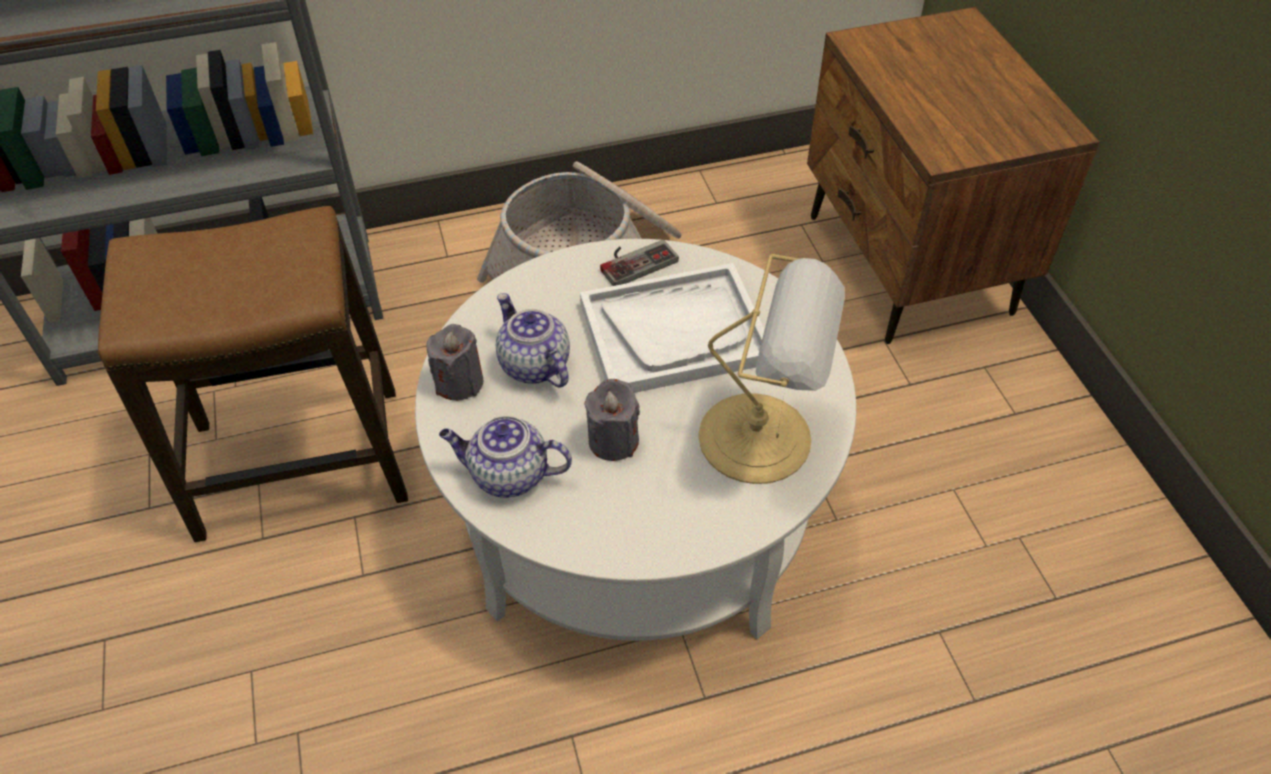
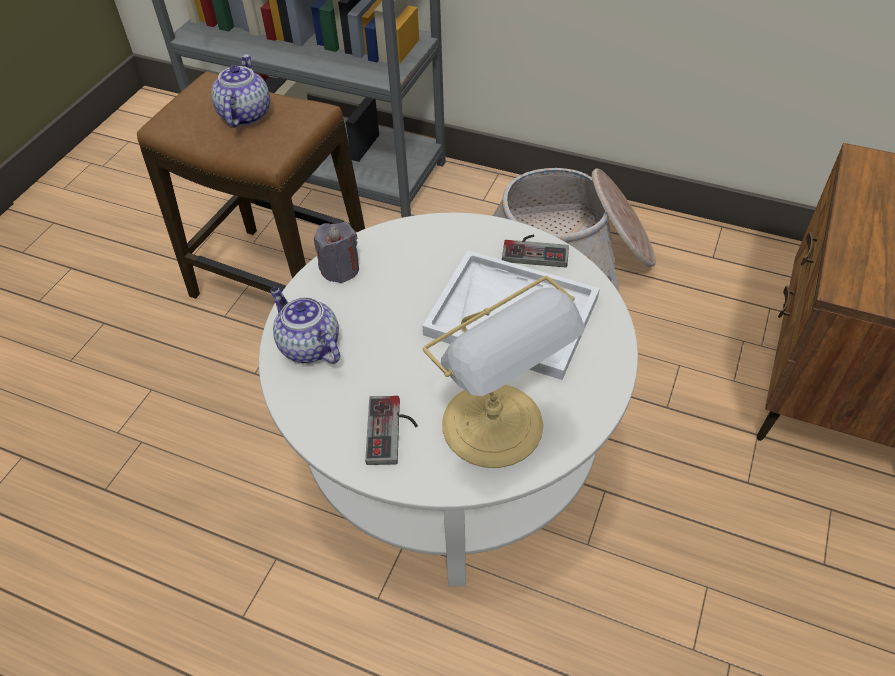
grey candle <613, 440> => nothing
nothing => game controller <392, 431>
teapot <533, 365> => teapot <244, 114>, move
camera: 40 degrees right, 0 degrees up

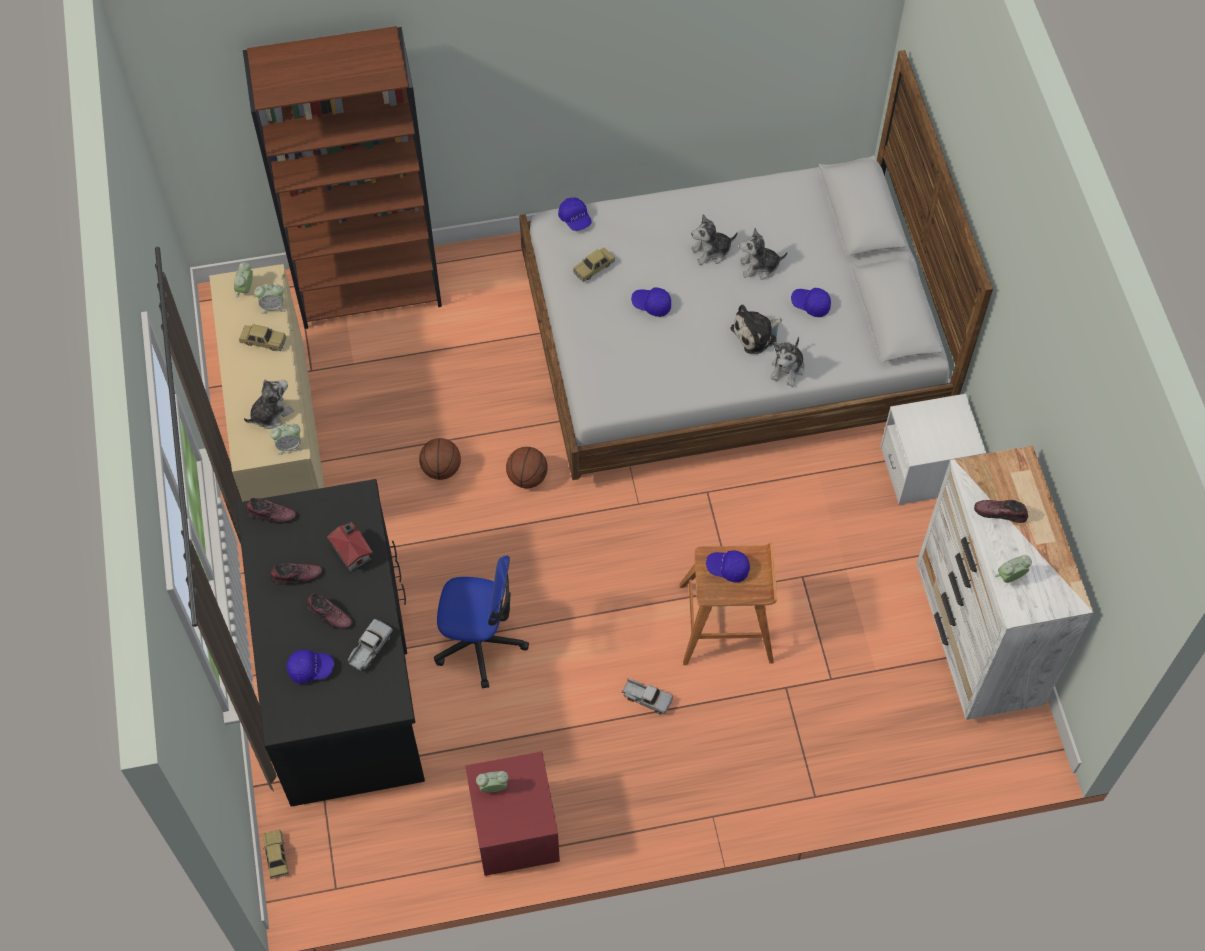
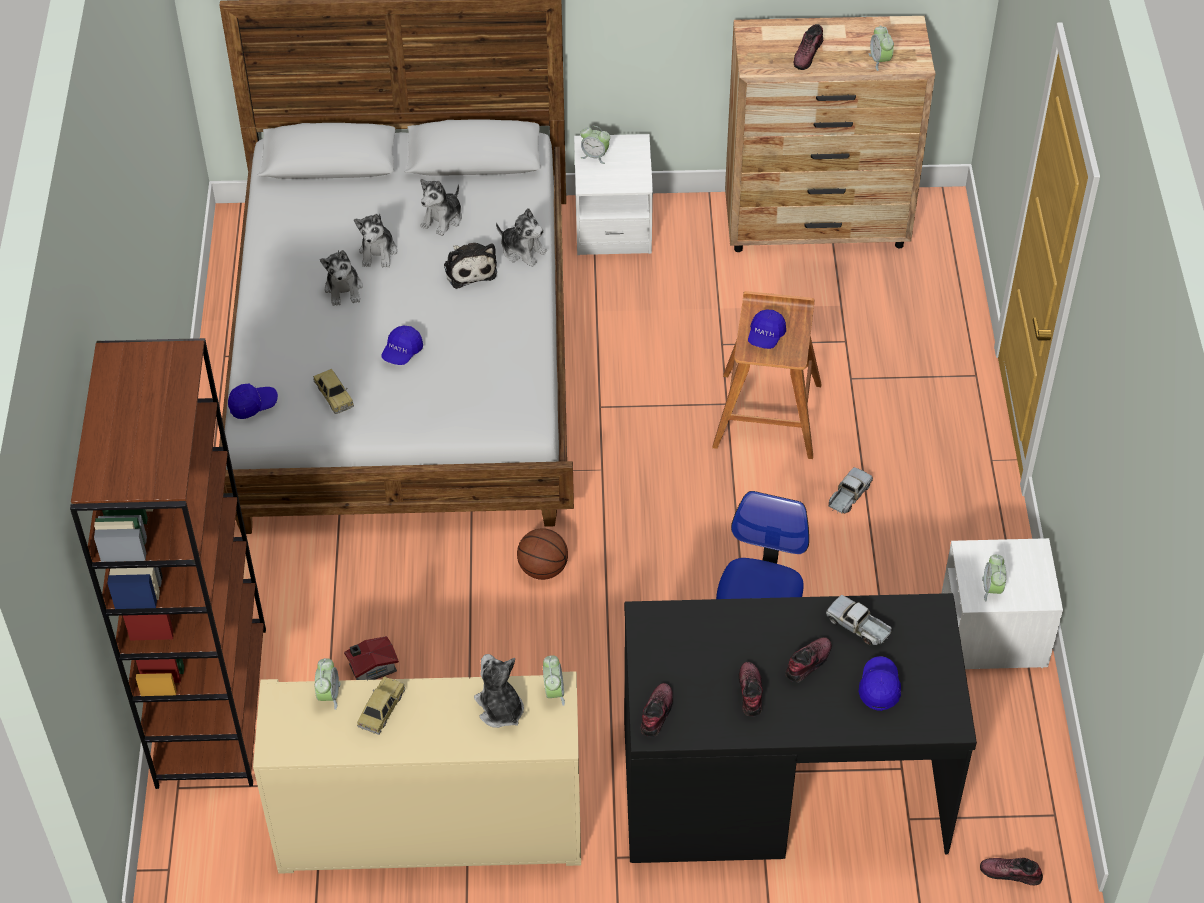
basketball <441, 469> => nothing
alarm clock <245, 289> => alarm clock <595, 156>, move
toy house <352, 551> => toy house <371, 667>, move
toy car <276, 856> => shoe <1011, 874>
blue cap <810, 305> => plush toy <443, 219>
red nightstand <515, 829> => white nightstand <993, 633>
white dresser <976, 639> => brown dresser <817, 225>
camera: 80 degrees left, 10 degrees down

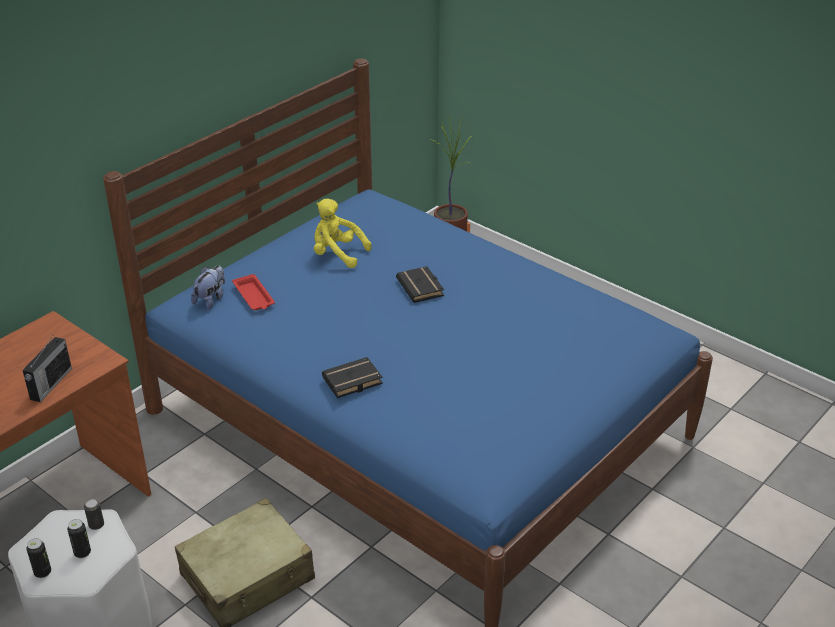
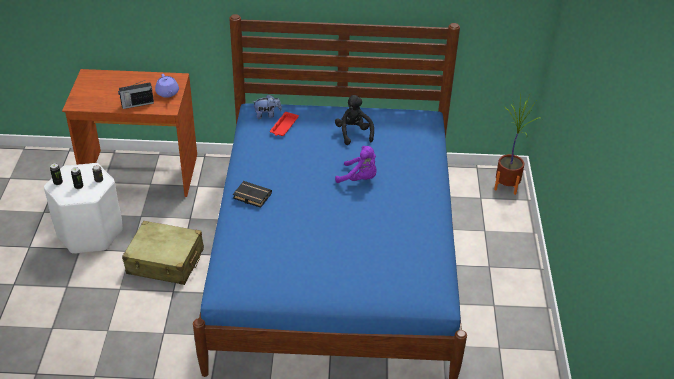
nothing => purple teapot <167, 93>
black book <422, 288> => purple plush toy <359, 179>
yellow plush toy <337, 254> => black plush toy <353, 133>
camera: 50 degrees right, 5 degrees up

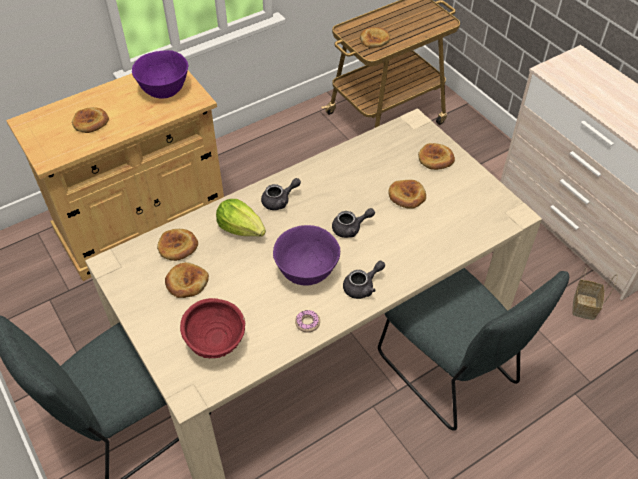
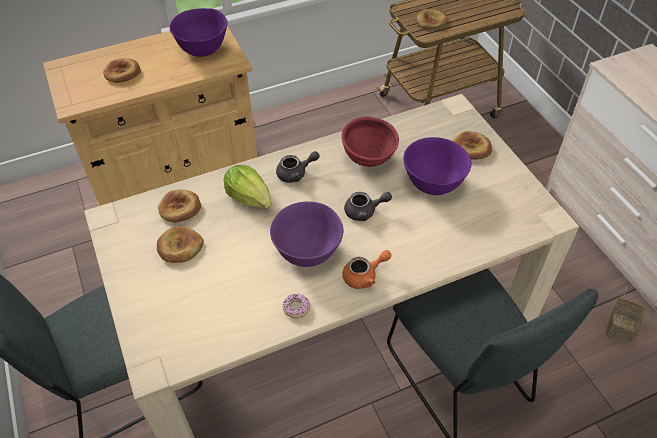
red bowl <216, 344> => red bowl <368, 160>, move
bread <407, 196> => purple bowl <432, 184>
grey teapot <362, 286> => orange teapot <364, 276>
camera: 10 degrees right, 0 degrees up

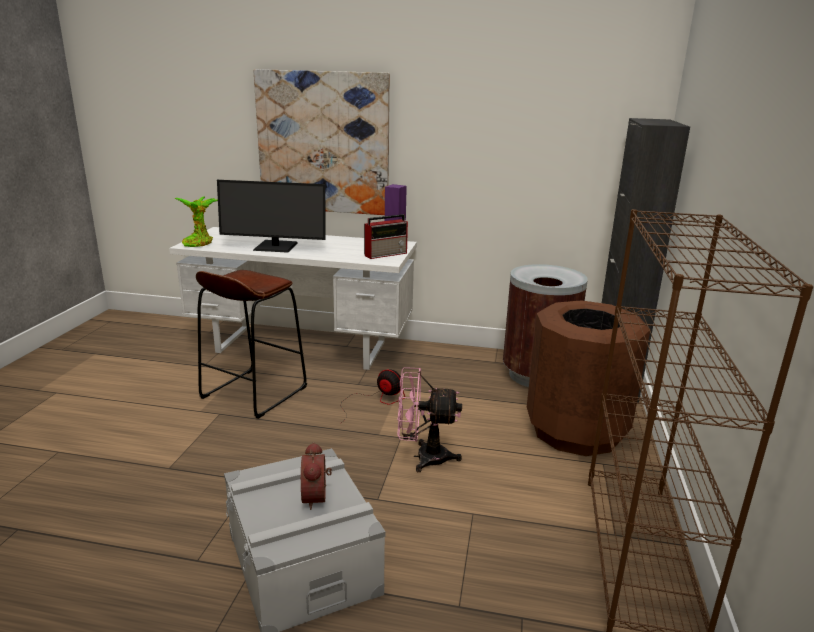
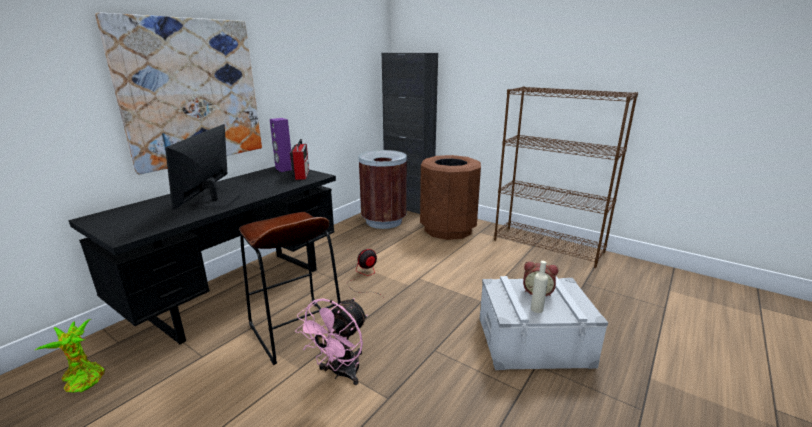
nothing => beige bottle <536, 309>
potted plant <199, 243> => potted plant <83, 378>, move
pink fan <423, 457> => pink fan <340, 373>, move
white desk <303, 347> => black desk <239, 290>
monitor <275, 247> => monitor <214, 202>, 150 degrees clockwise
camera: 65 degrees left, 0 degrees up

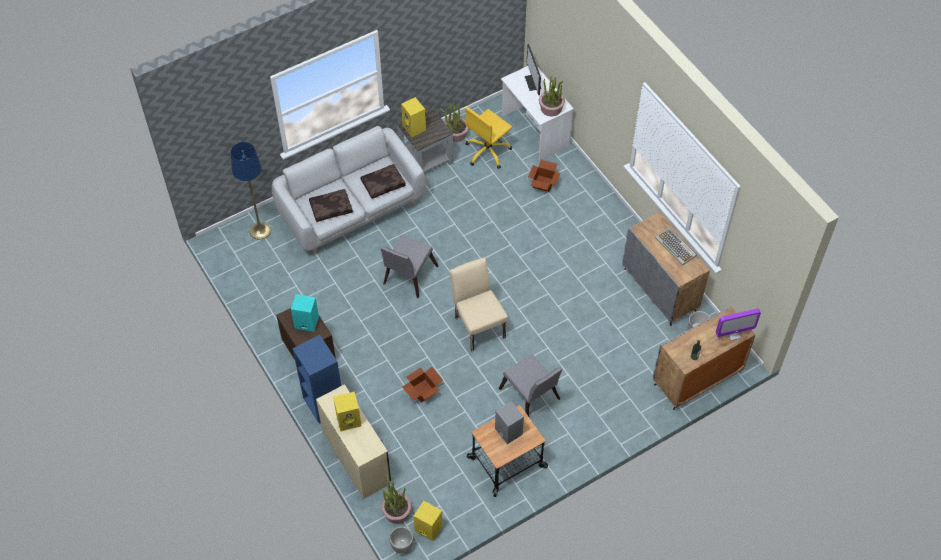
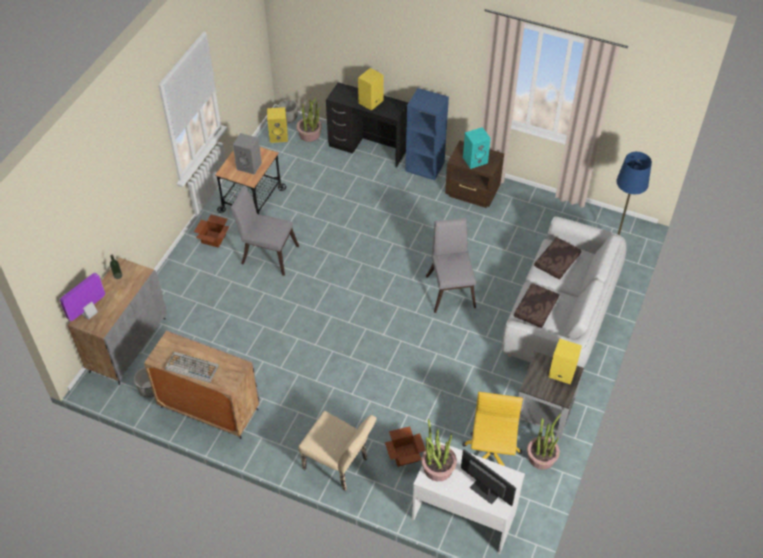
cardboard box <422, 391> => cardboard box <214, 238>, move
beige chair <478, 324> => beige chair <339, 466>, move
beige desk <357, 457> => black desk <367, 149>
camera: 145 degrees right, 5 degrees down

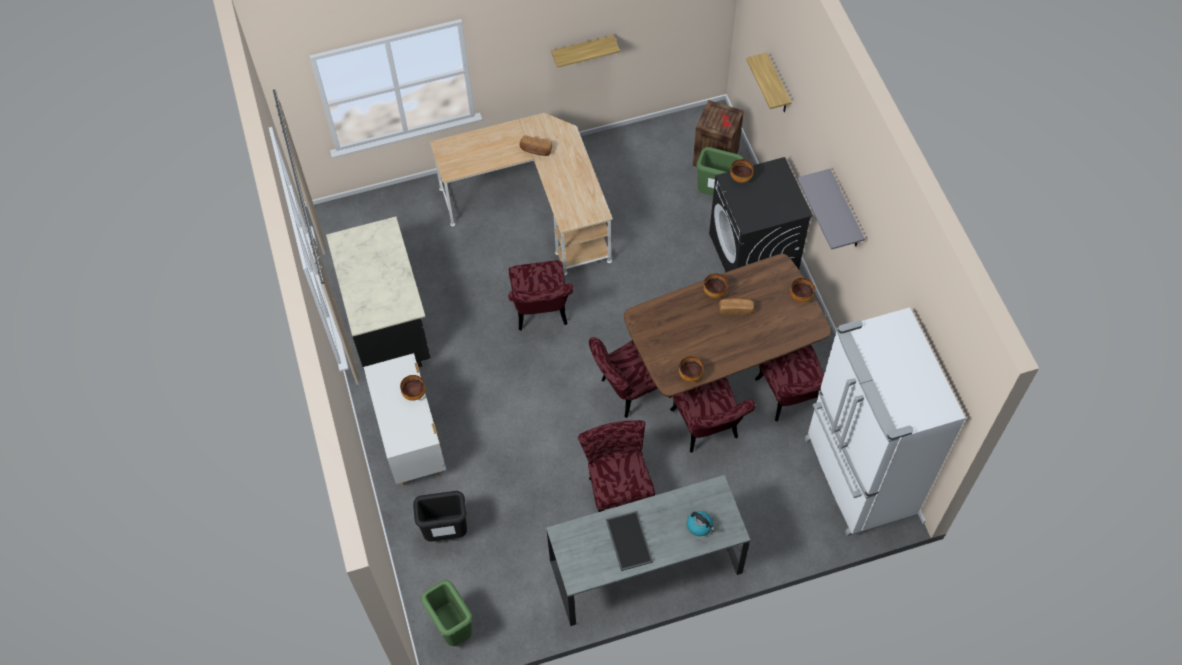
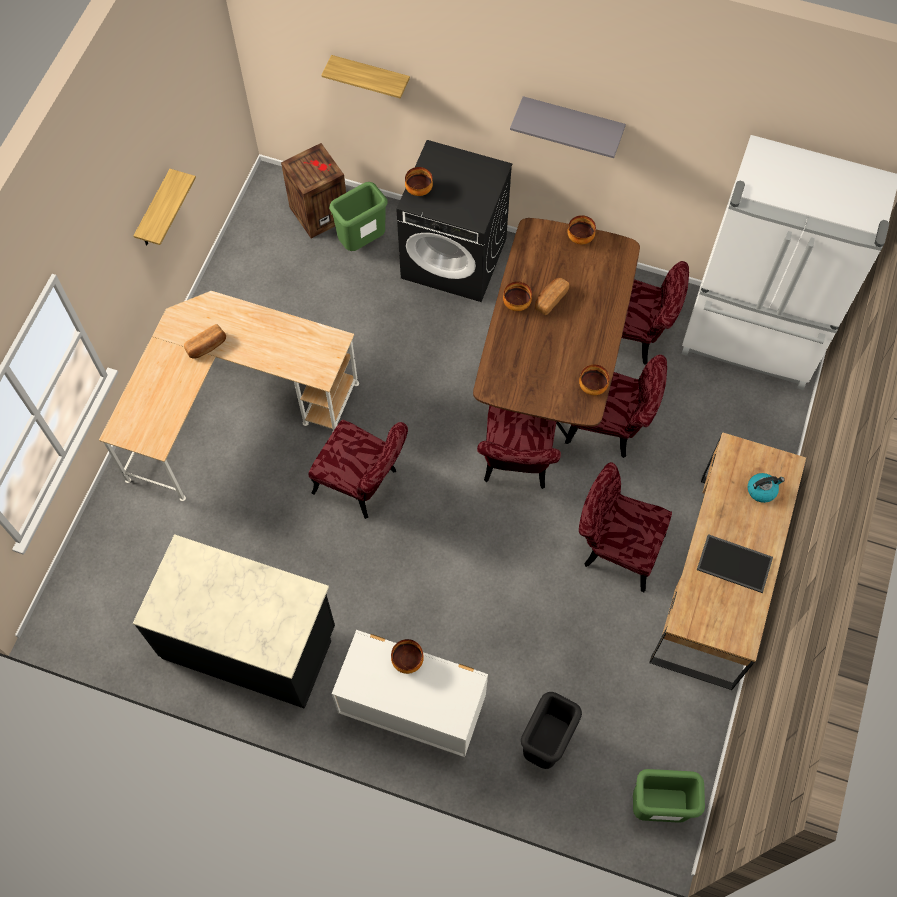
grey desk <645, 567> => brown desk <716, 579>
camera: 55 degrees left, 5 degrees up

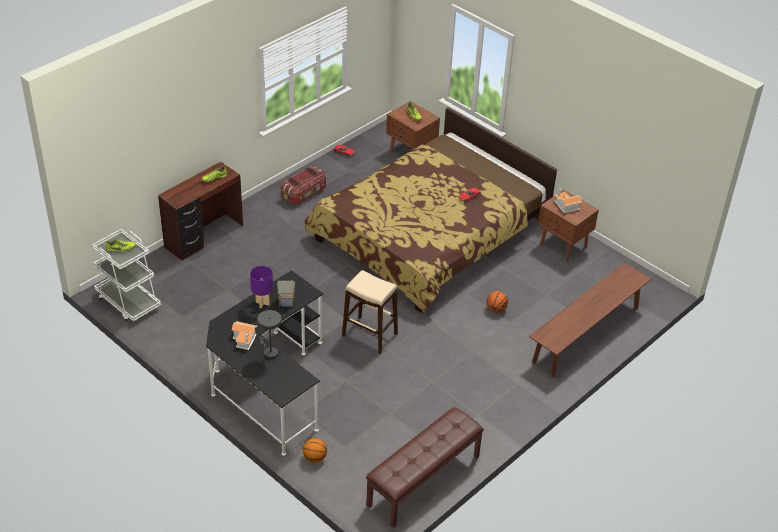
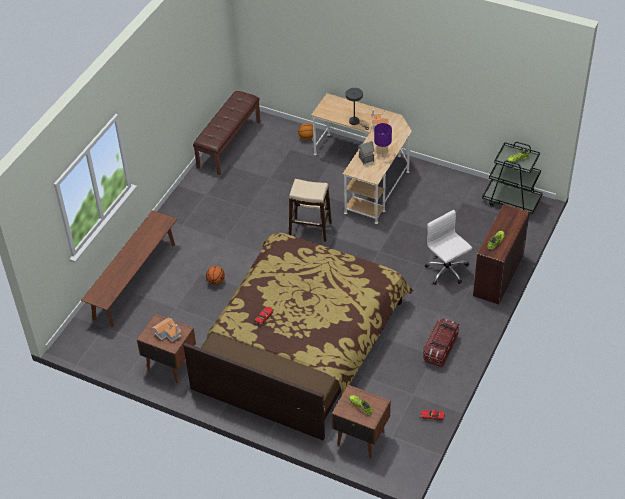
nothing => white office chair <447, 271>
white cart <128, 302> => black cart <512, 201>
black desk <267, 383> => beige desk <366, 173>
camera: 165 degrees right, 5 degrees up

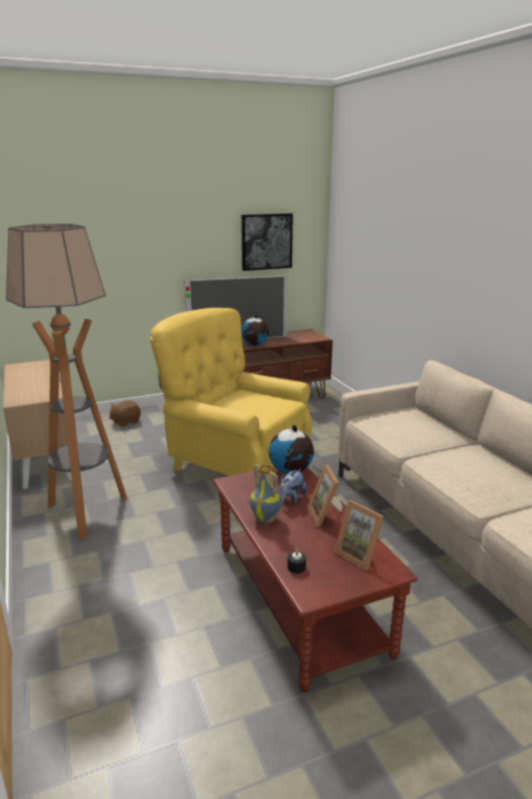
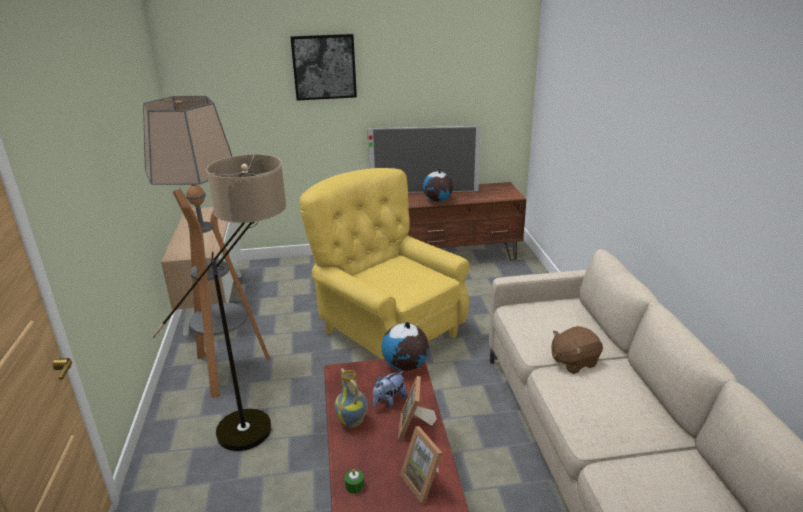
nothing => floor lamp <264, 421>
brown plush toy <125, 422> => brown plush toy <573, 362>, move
picture <266, 241> => picture <324, 67>, move
black candle <296, 567> => green candle <354, 485>
camera: 15 degrees right, 5 degrees up

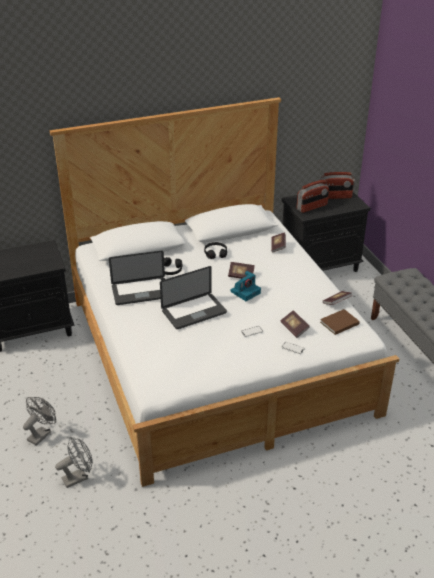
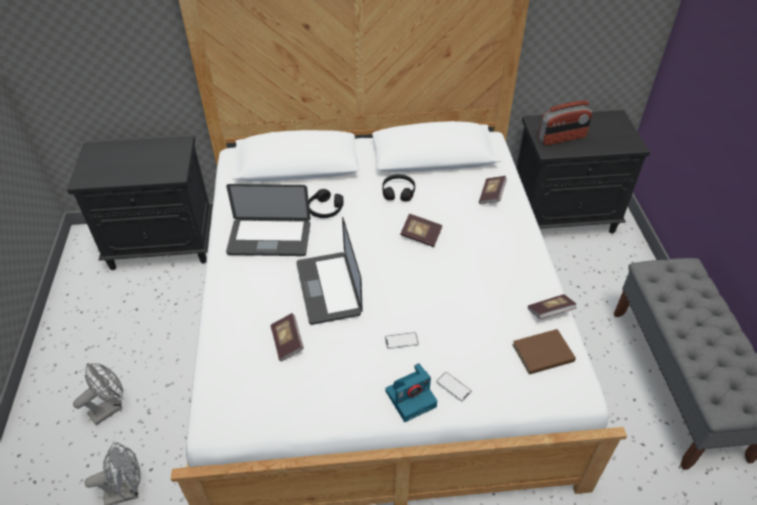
radio <335, 197> => nothing
photo camera <245, 292> => photo camera <411, 397>, move
book <294, 328> => book <287, 342>, move
laptop <194, 312> => laptop <328, 288>, 90 degrees clockwise
camera: 15 degrees right, 10 degrees up

